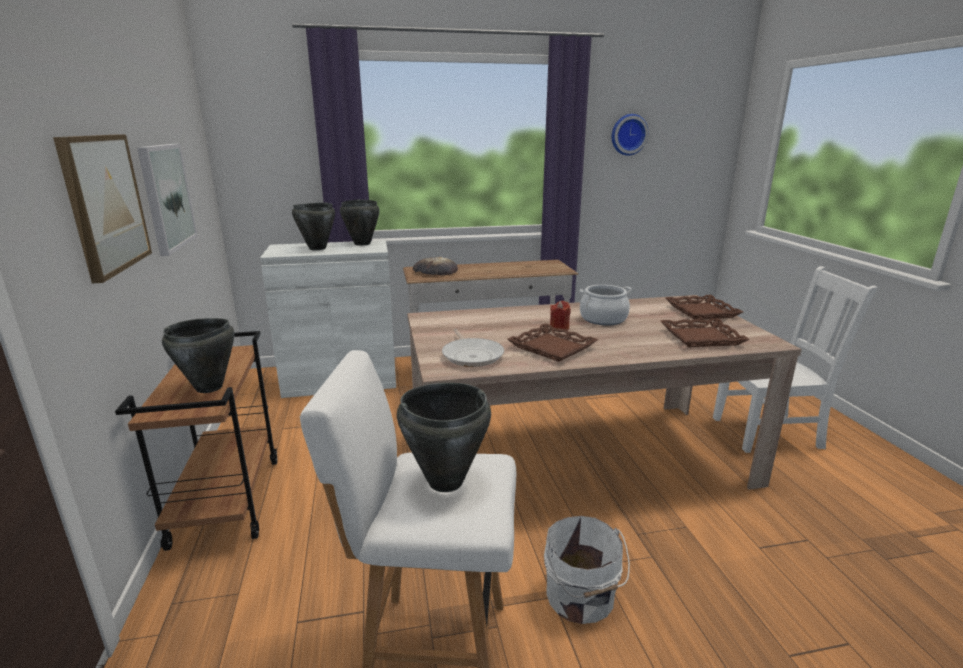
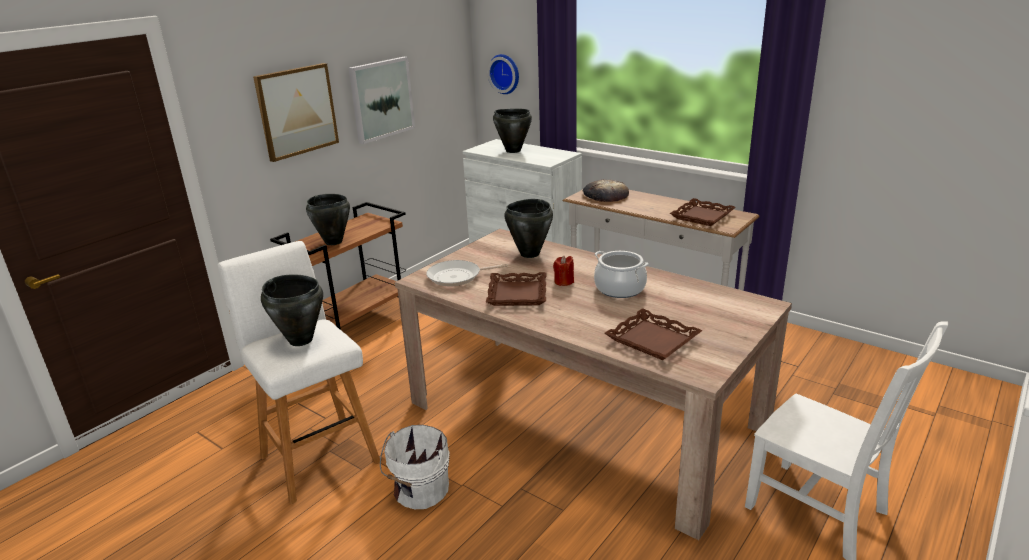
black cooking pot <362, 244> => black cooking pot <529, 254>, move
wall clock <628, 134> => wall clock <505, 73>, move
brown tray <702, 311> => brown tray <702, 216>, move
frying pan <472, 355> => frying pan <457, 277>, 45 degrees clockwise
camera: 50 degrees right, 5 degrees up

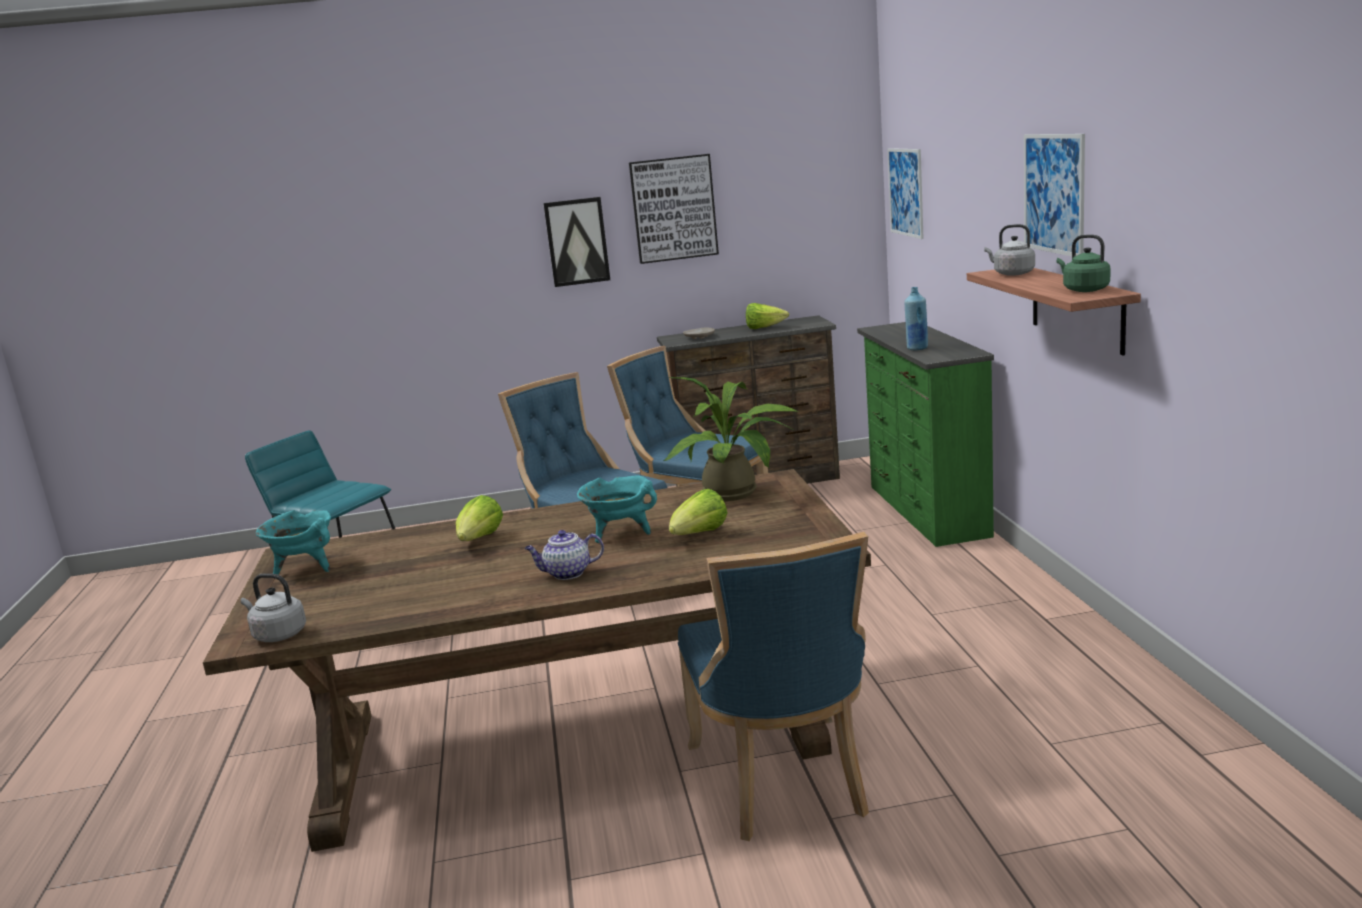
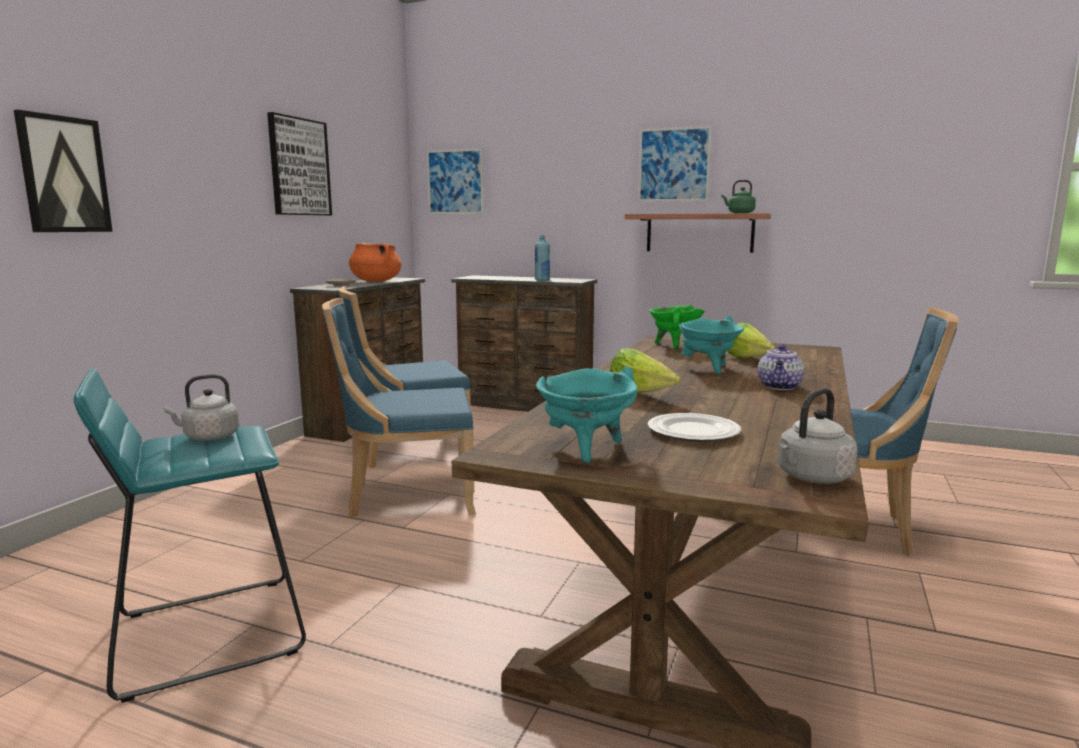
nothing => plate <694, 431>
picture <577, 241> => picture <64, 175>, move
grey kettle <1011, 274> => grey kettle <208, 437>, move
potted plant <736, 493> => green cooking pot <674, 346>
lettuce <764, 328> => orange cooking pot <375, 281>
green dresser <925, 511> => brown dresser <525, 406>
camera: 60 degrees left, 5 degrees down

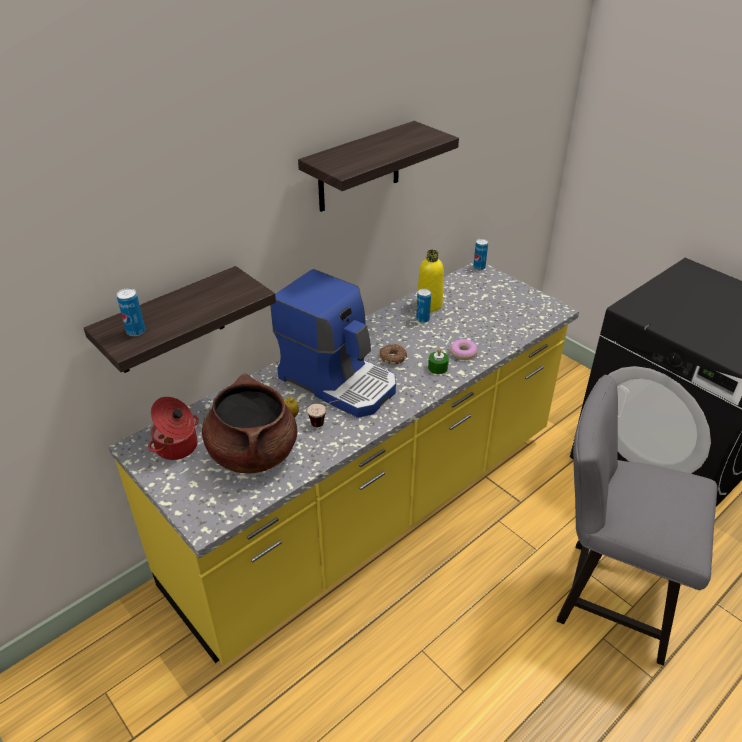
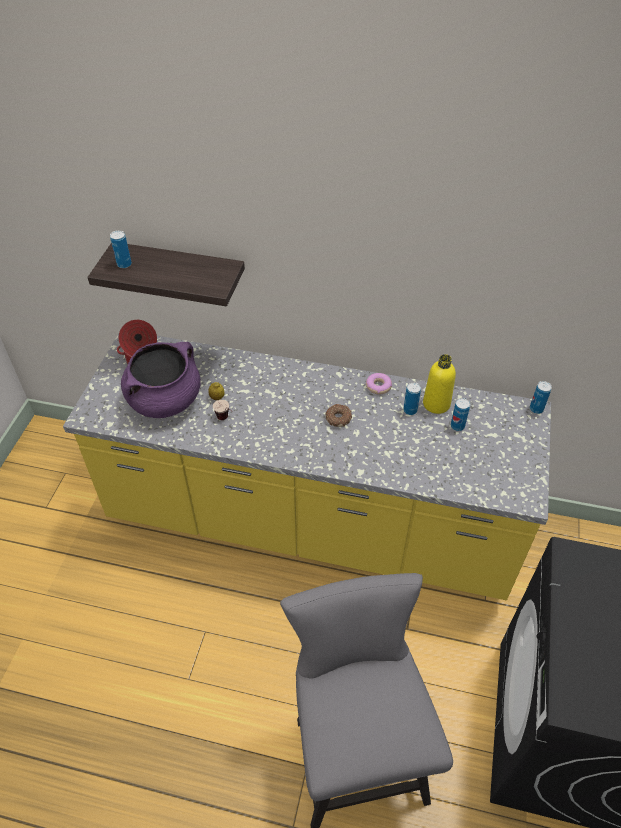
coffee machine <339, 381> => nothing
shelf <359, 167> => nothing
green candle <438, 367> => nothing
nothing => can <457, 426>
donut <463, 353> => donut <378, 386>, move
brown cooking pot <253, 453> => purple cooking pot <165, 400>
camera: 55 degrees right, 10 degrees up

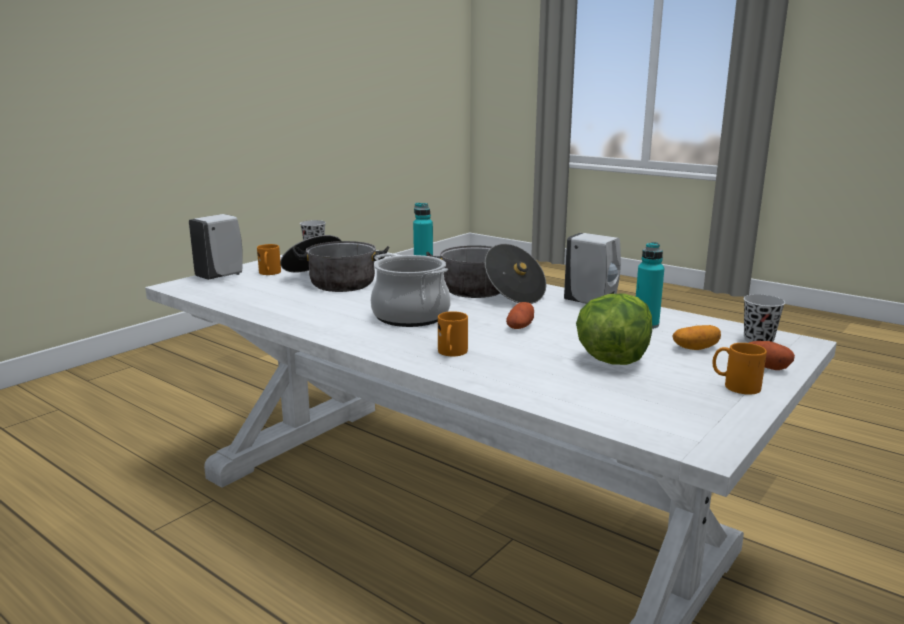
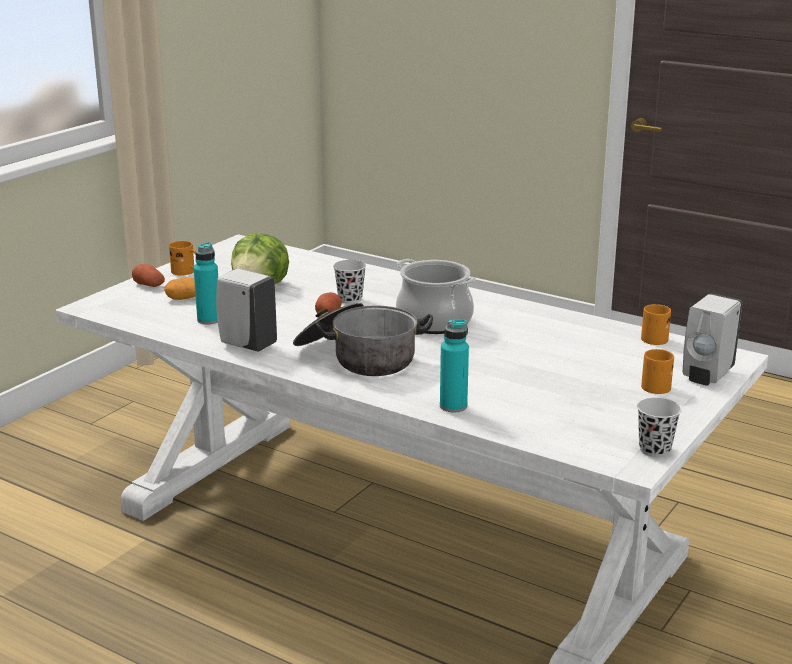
cooking pot <332, 281> => nothing
orange mug <452, 353> => orange mug <653, 337>, move
black cup <758, 340> => black cup <350, 299>, move
camera: 175 degrees right, 5 degrees up

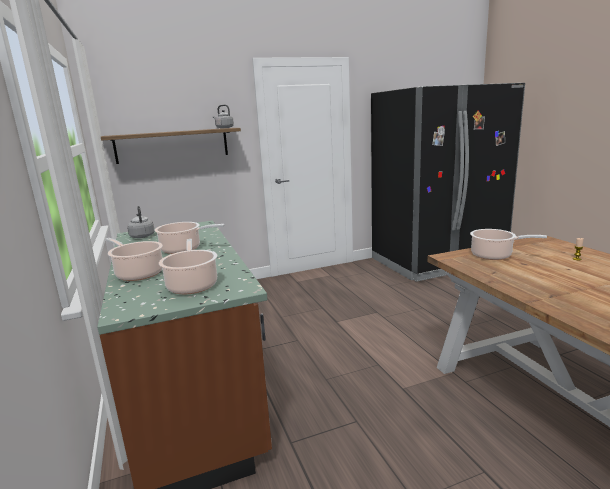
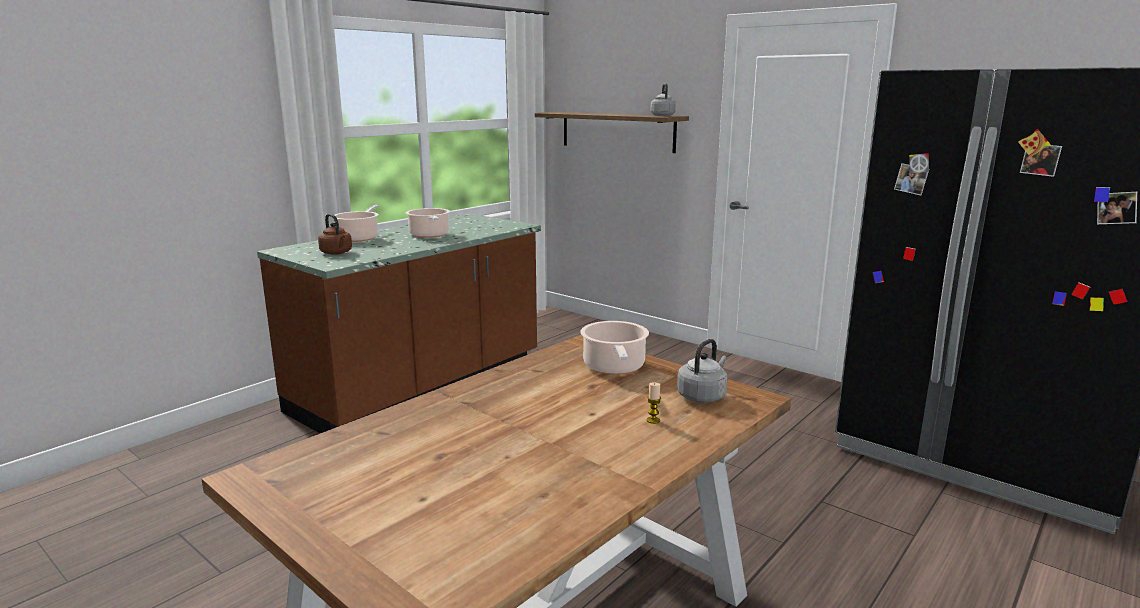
grey kettle <142, 236> => grey kettle <702, 396>, move
cooking pot <192, 285> => brown kettle <337, 253>
camera: 60 degrees right, 0 degrees up

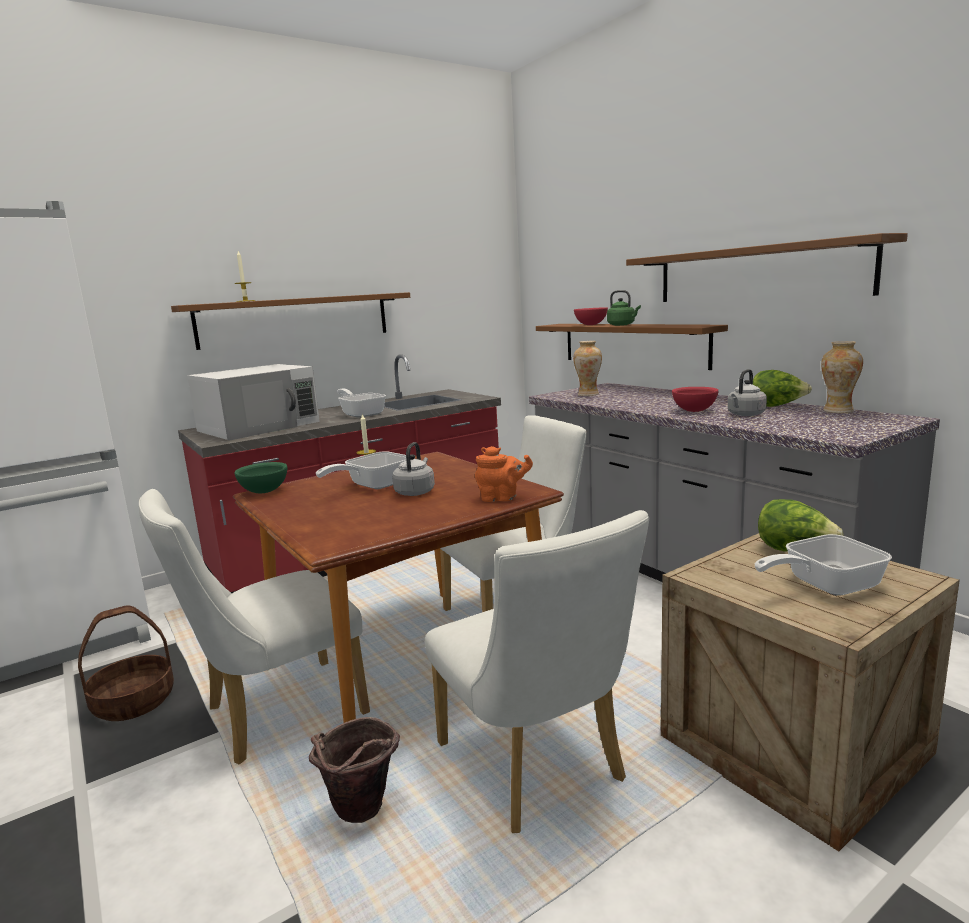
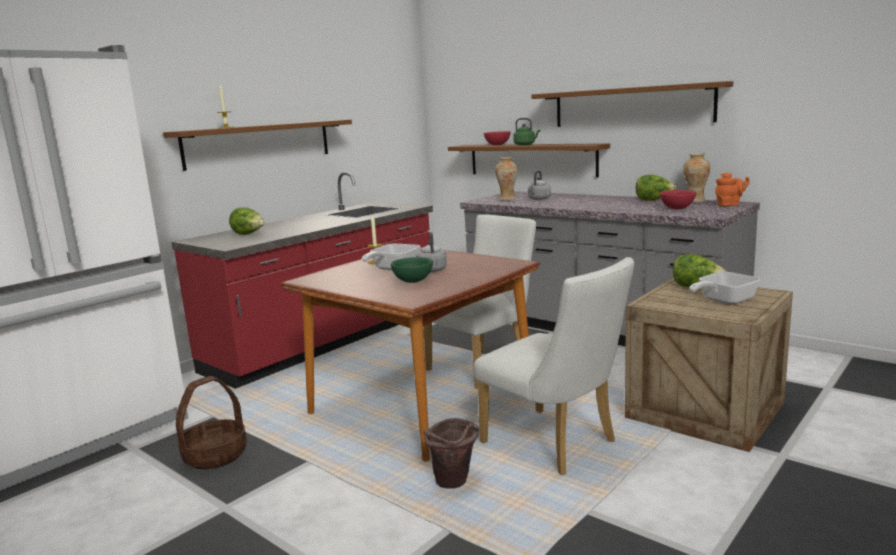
white chair <274, 714> => nothing
frying pan <361, 414> => nothing
green bowl <264, 492> => green bowl <413, 281>, move
orange teapot <502, 498> => orange teapot <730, 205>, move
red bowl <695, 411> => red bowl <677, 208>, move
grey kettle <745, 415> => grey kettle <538, 199>, move
white microwave <260, 426> => lettuce <249, 234>
camera: 15 degrees left, 0 degrees up

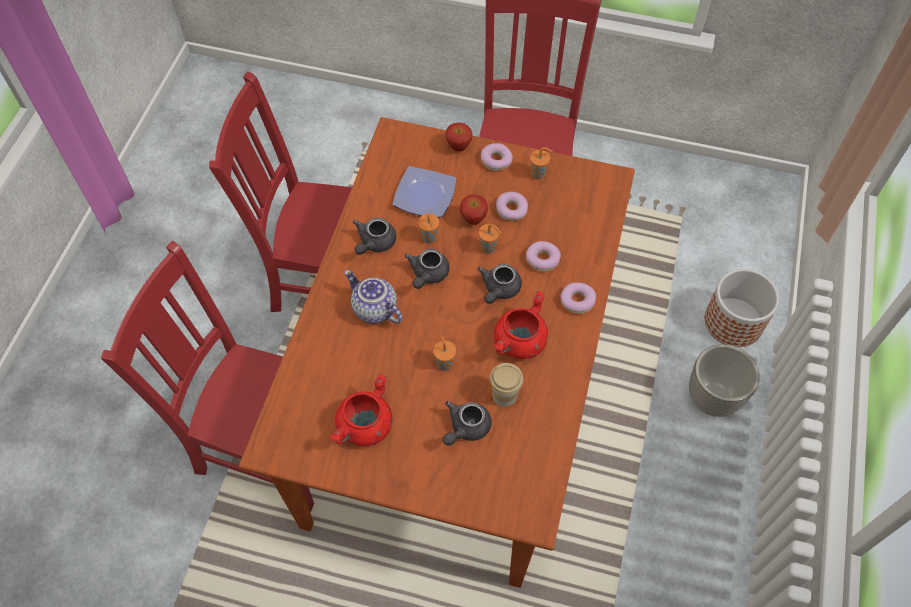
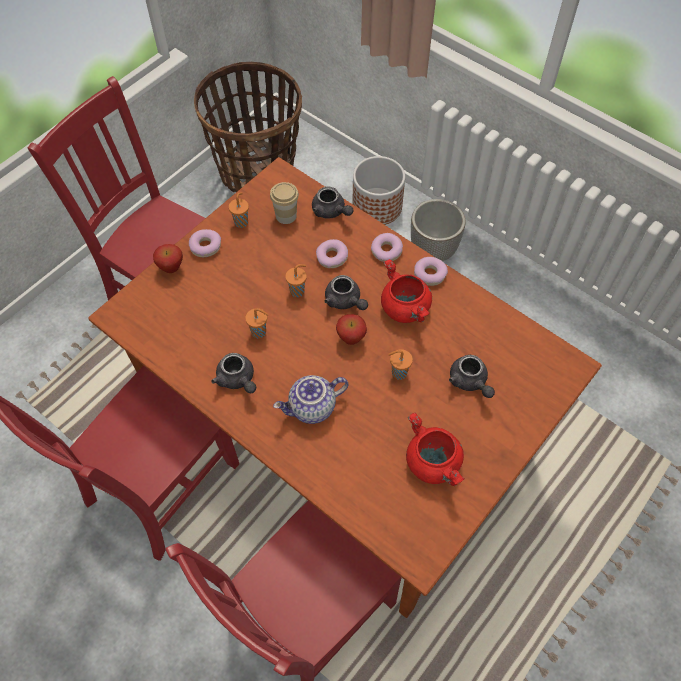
plate <423, 196> => nothing
nothing => basket <257, 171>
grey teapot <427, 275> => grey teapot <331, 212>, move
apple <473, 220> => apple <351, 339>, move
cup <504, 395> => cup <286, 215>, move
donut <511, 209> => donut <430, 274>, move
camera: 65 degrees left, 0 degrees up

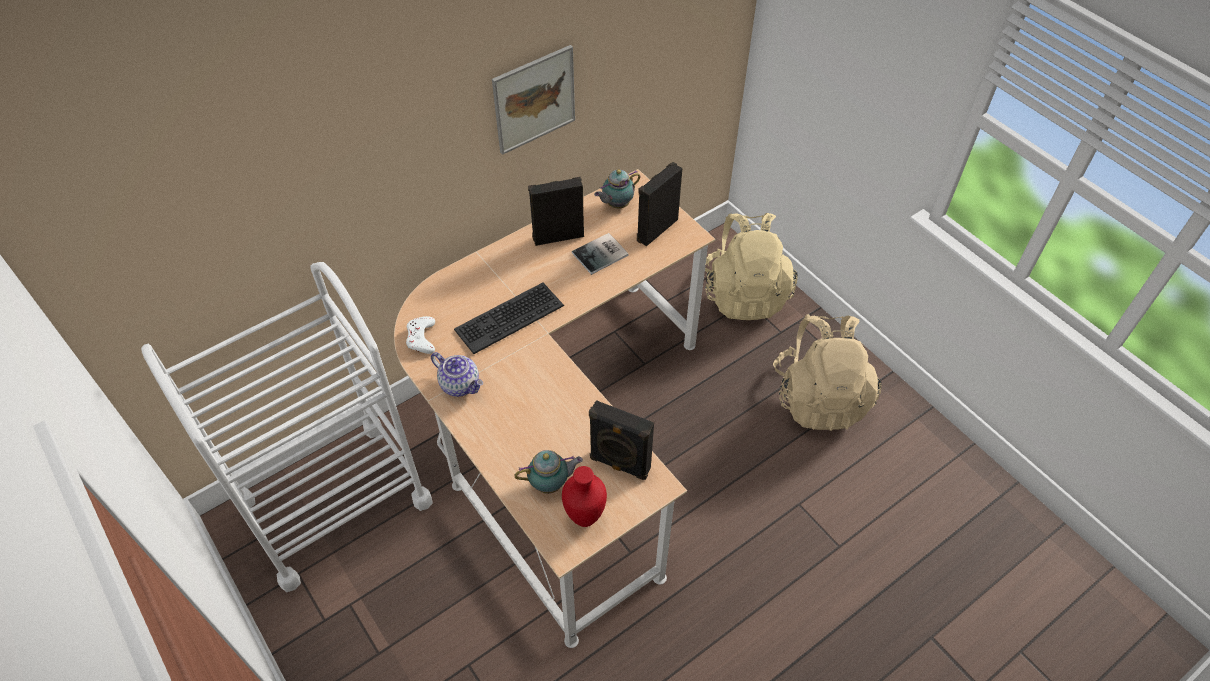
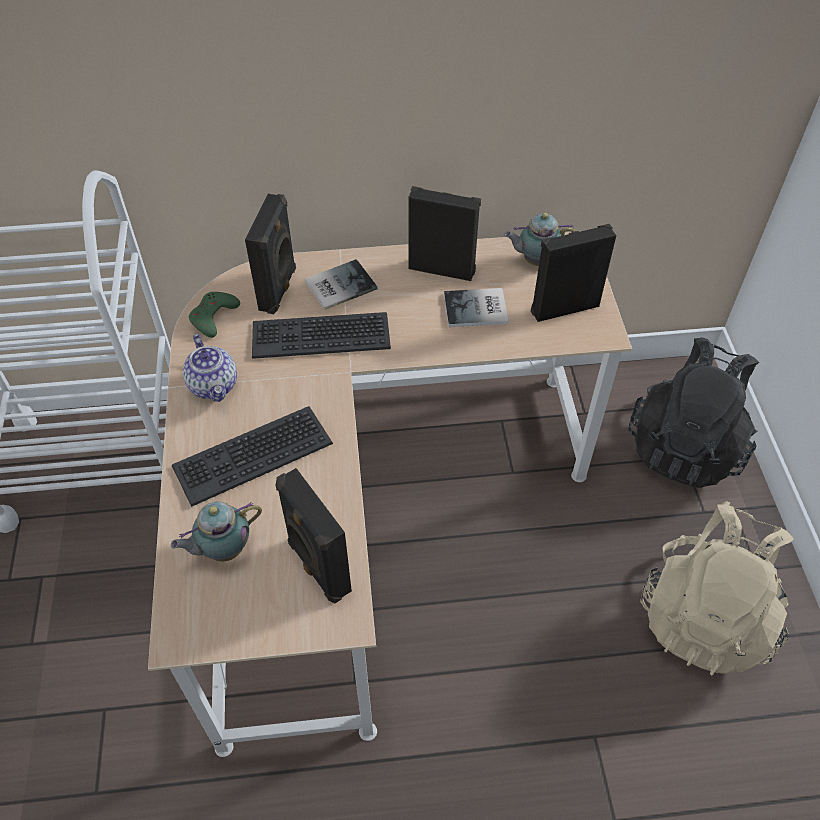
picture <534, 99> => nothing
red vase <583, 517> => nothing
nothing => keyboard <252, 454>
nothing => black speaker <279, 289>
nothing => book <338, 285>
white game controller <421, 338> => green game controller <213, 317>
beige backpack <744, 293> => black backpack <685, 445>
teapot <551, 484> => teapot <223, 549>, 135 degrees clockwise
camera: 30 degrees right, 0 degrees up

